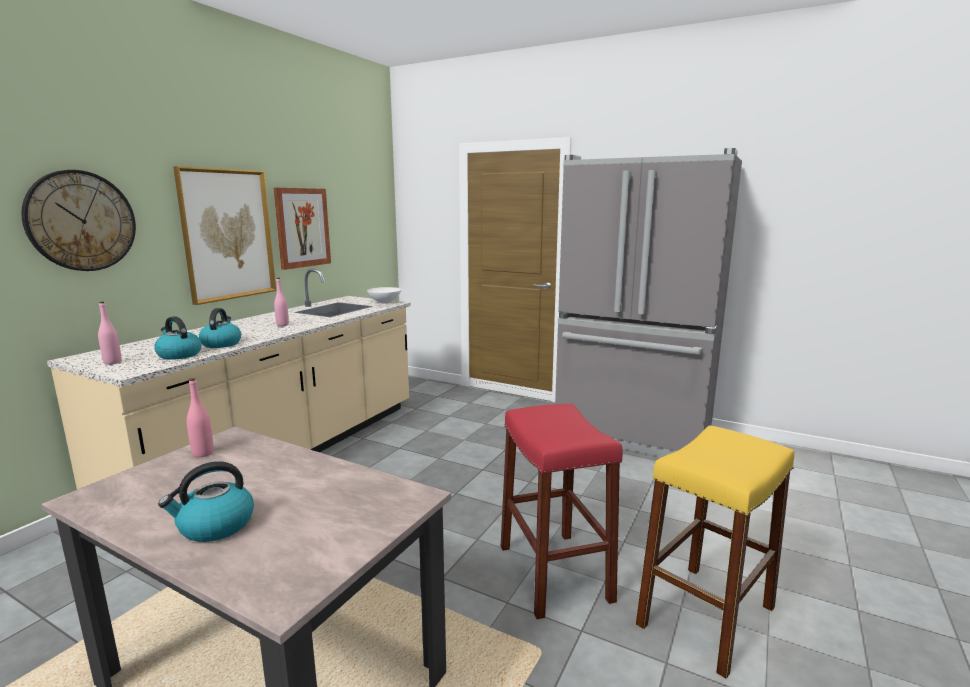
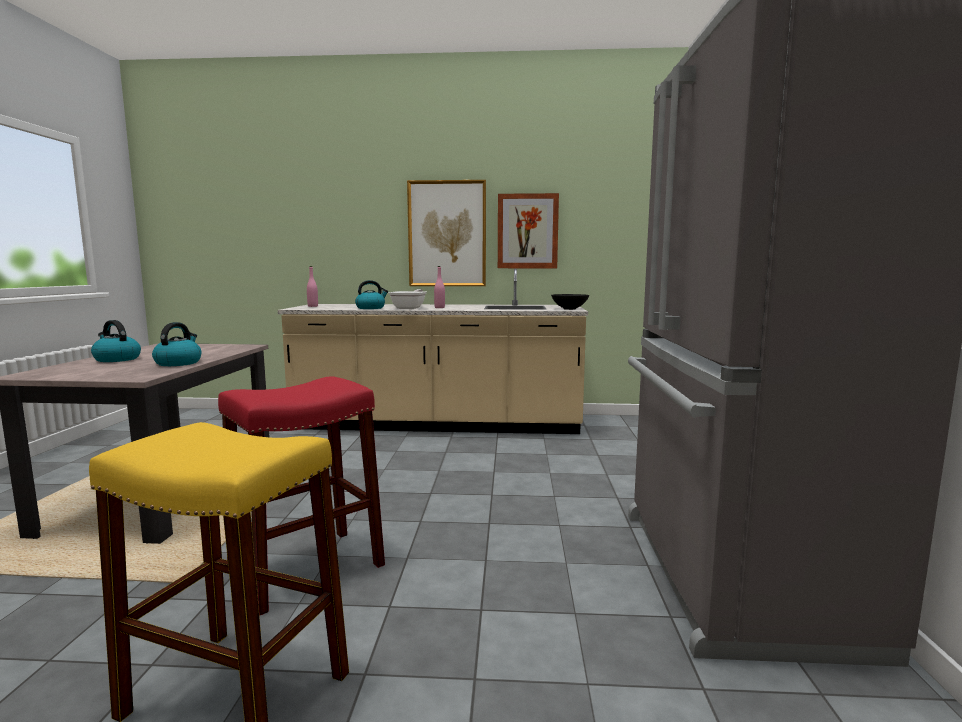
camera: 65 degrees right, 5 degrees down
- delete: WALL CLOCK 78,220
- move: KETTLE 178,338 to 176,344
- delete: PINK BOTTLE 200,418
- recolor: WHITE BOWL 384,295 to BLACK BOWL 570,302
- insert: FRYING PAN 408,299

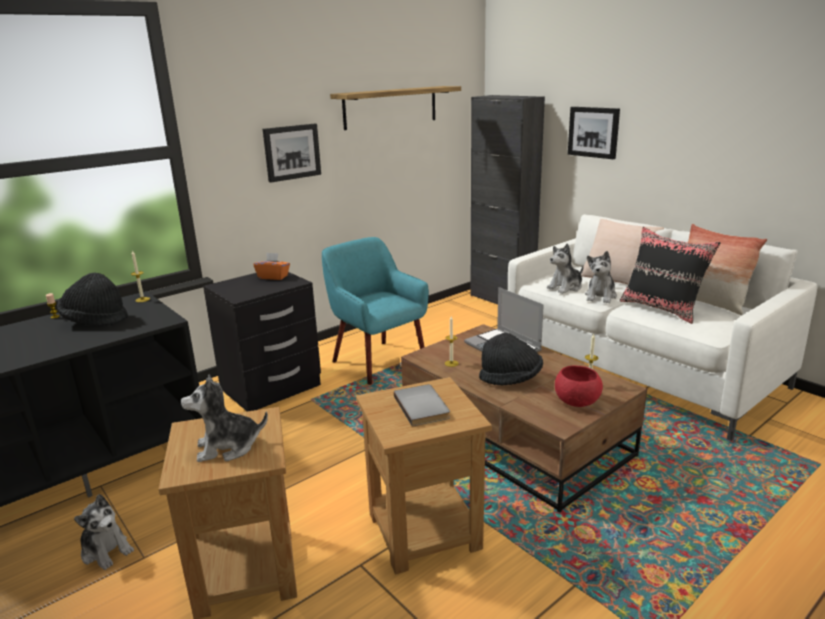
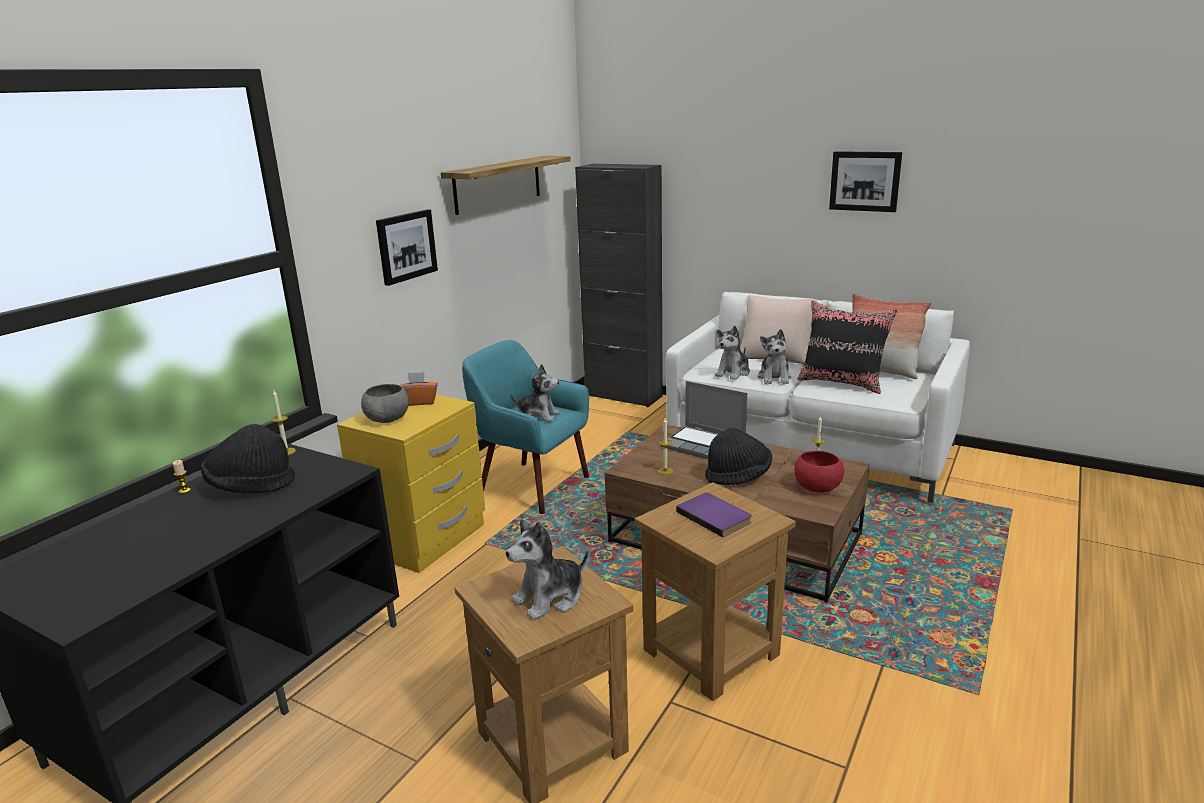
camera: 20 degrees left, 0 degrees up
- move: PLUSH TOY 104,532 to 535,393
- recolor: BLACK NIGHTSTAND 262,341 to YELLOW NIGHTSTAND 411,484
- recolor: GREY BOOK 422,405 to PURPLE BOOK 714,515
- move: PICTURE 594,133 to 865,181
- insert: GREY BOWL 385,403

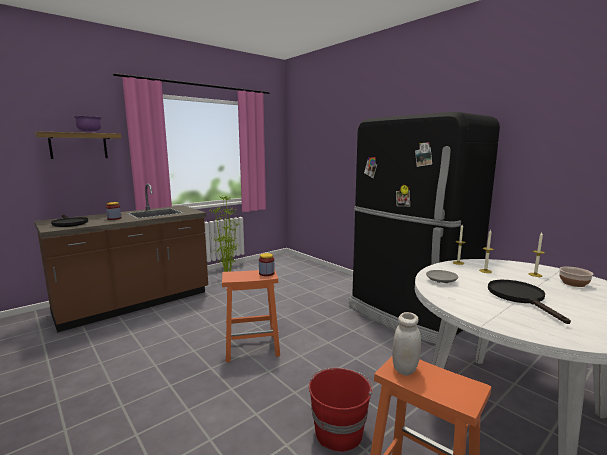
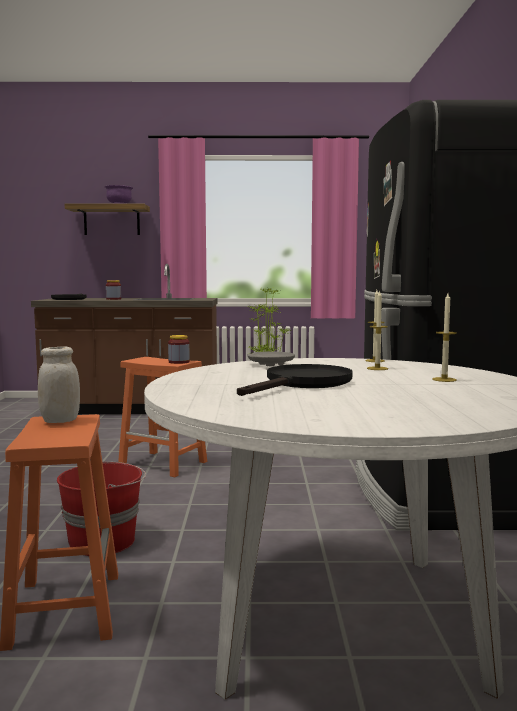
camera: 40 degrees right, 5 degrees down
- delete: BOWL 576,277

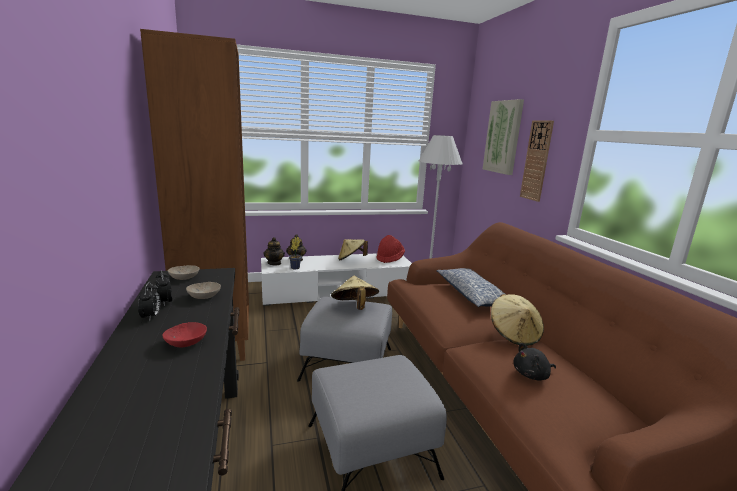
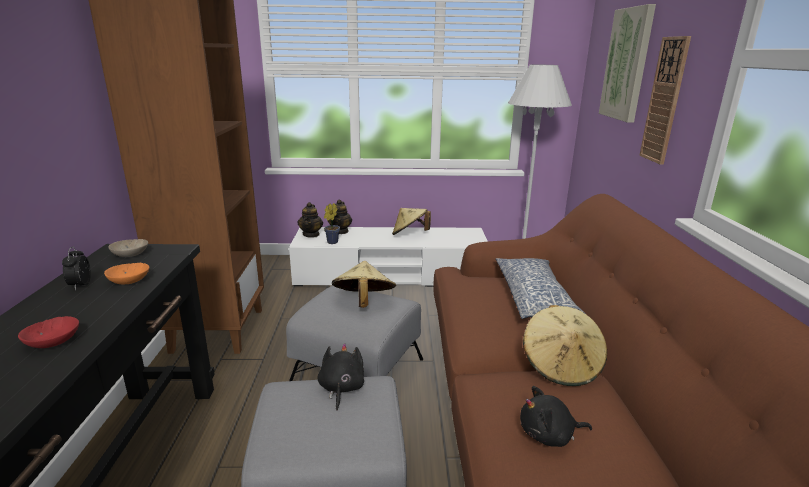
camera: 15 degrees right, 5 degrees up
- delete: ALARM CLOCK 149,300
- recolor: BEIGE BOWL 203,290 to ORANGE BOWL 126,273
- delete: RED HAT 390,249
- insert: BLACK PLUSH TOY 341,377

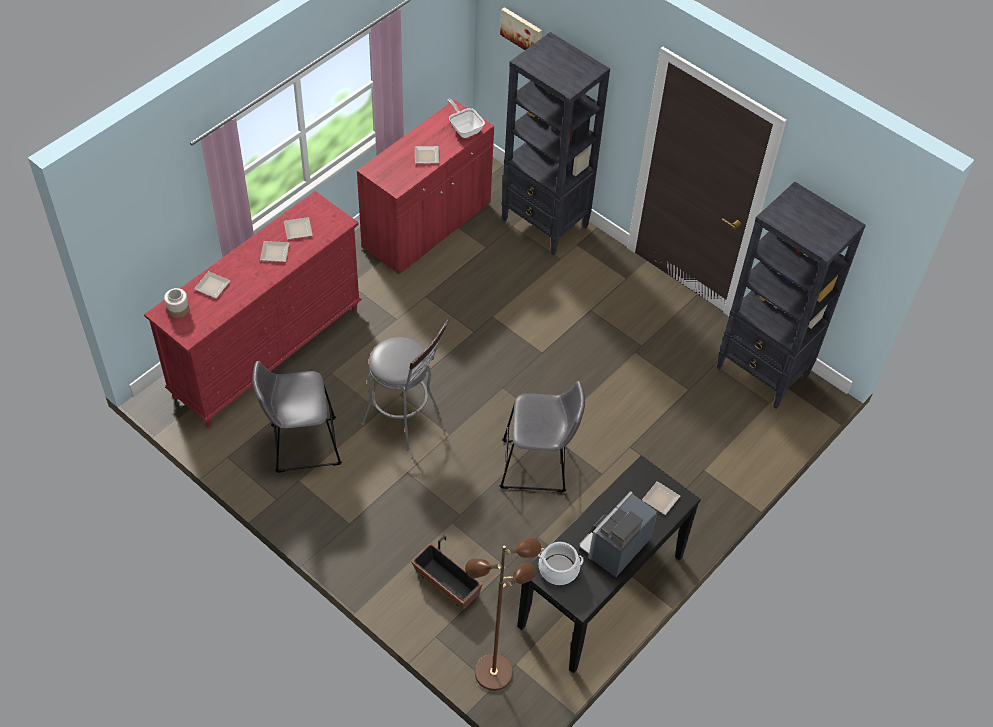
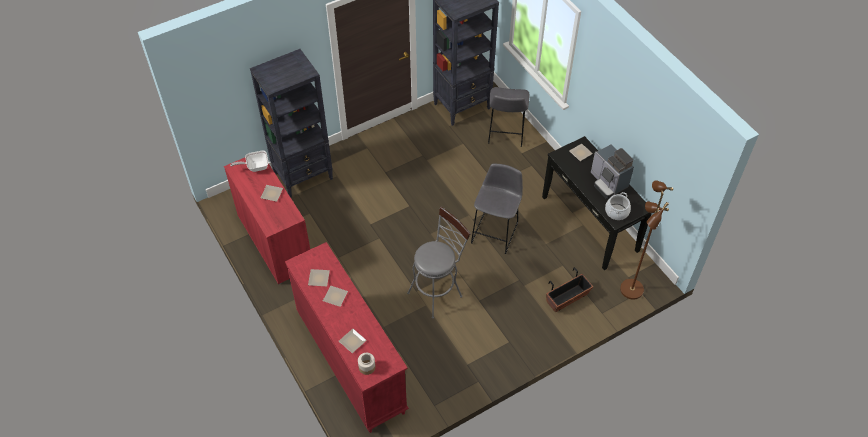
camera: 70 degrees left, 0 degrees up
- move: GREY STOOL 297,417 to 509,117
- delete: PICTURE 521,28

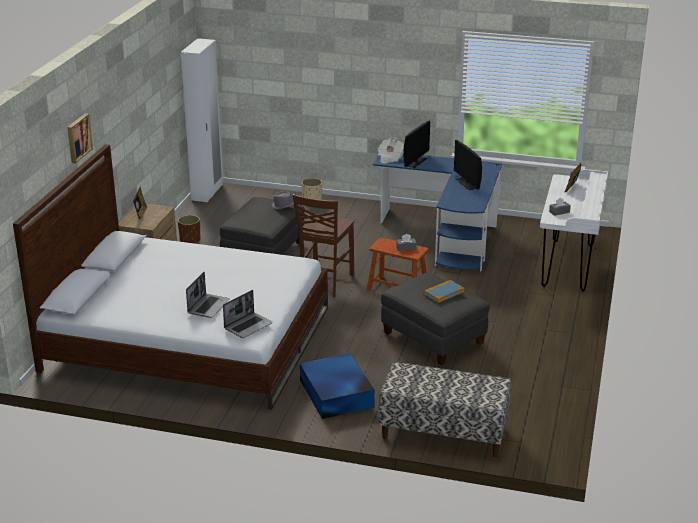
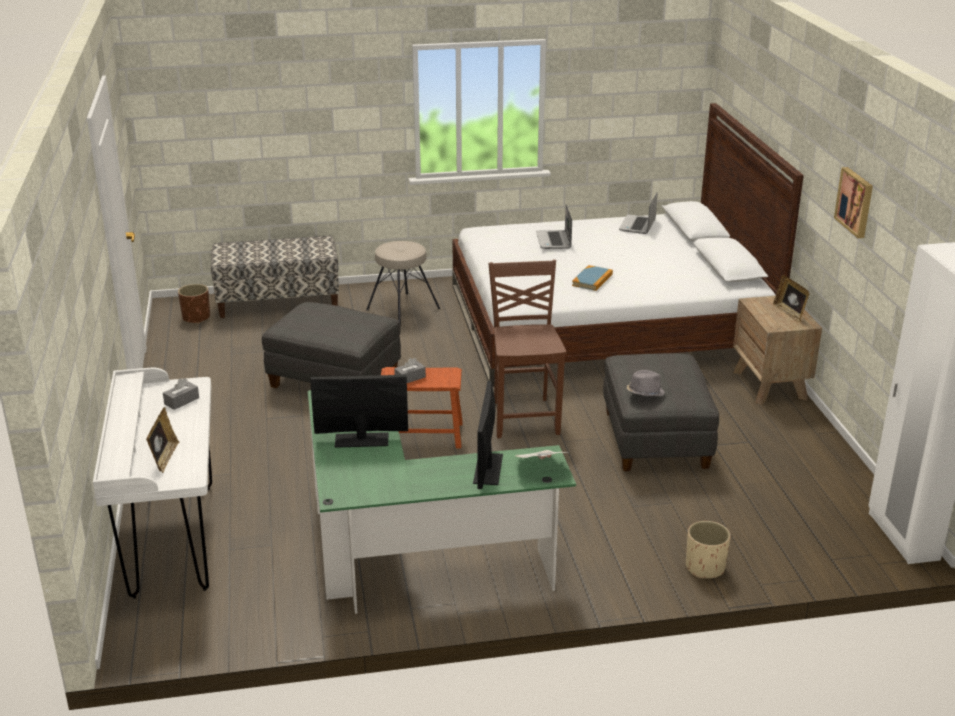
camera: 155 degrees right, 0 degrees up
- move: PICTURE 80,138 to 853,202
- move: BROWN PLANTER 189,229 to 194,303
- move: LAPTOP 248,314 to 638,213
- replace: BLUE STORAGE BOX 337,386 to BEIGE STOOL 403,283
- recolor: BLUE DESK 437,212 to GREEN DESK 442,502
- move: BOOK 444,291 to 592,278
- rotate: MONITOR 468,165 = 359,411 45 degrees counterclockwise

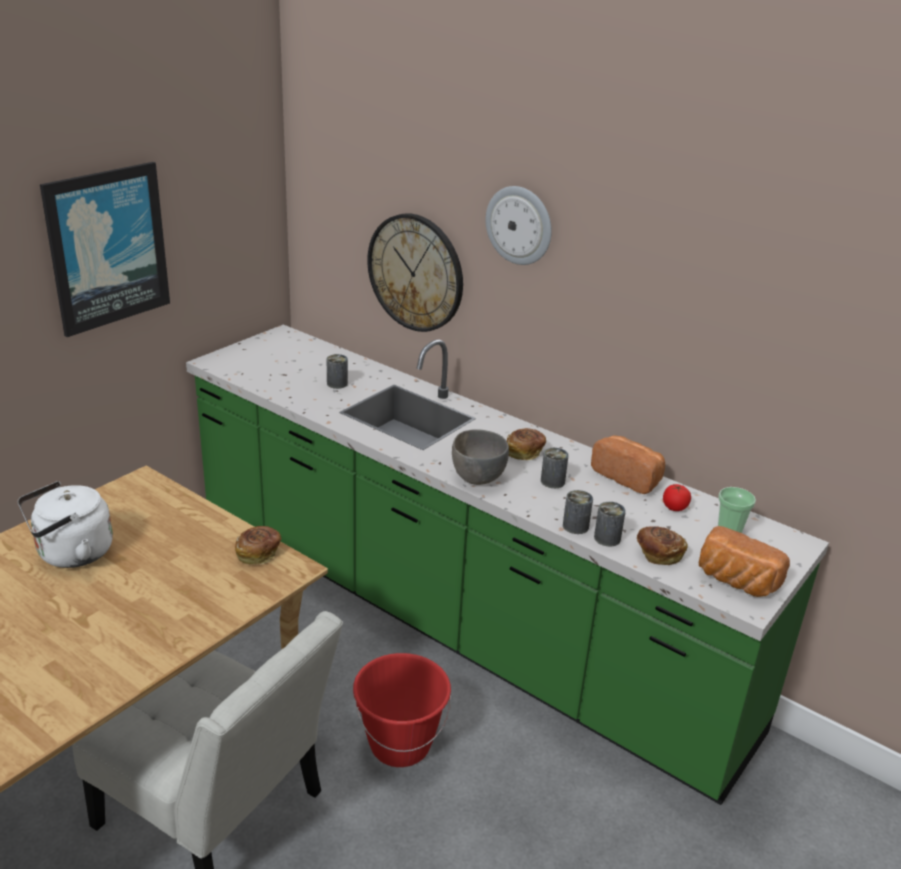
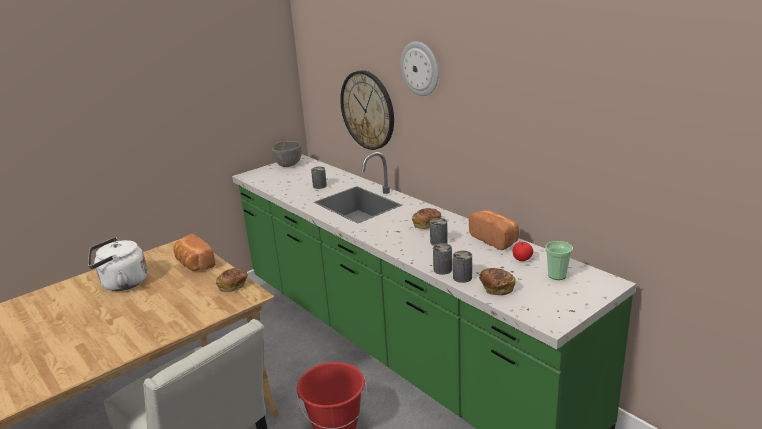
camera: 15 degrees right, 5 degrees down
- delete: PICTURE 105,249
- move: GREY BOWL 480,457 to 287,154
- move: BREAD 744,561 to 194,252

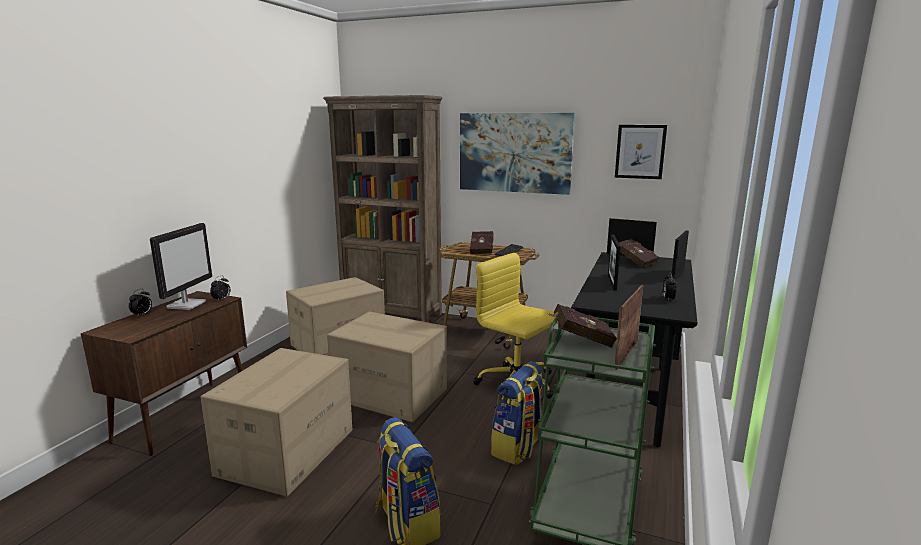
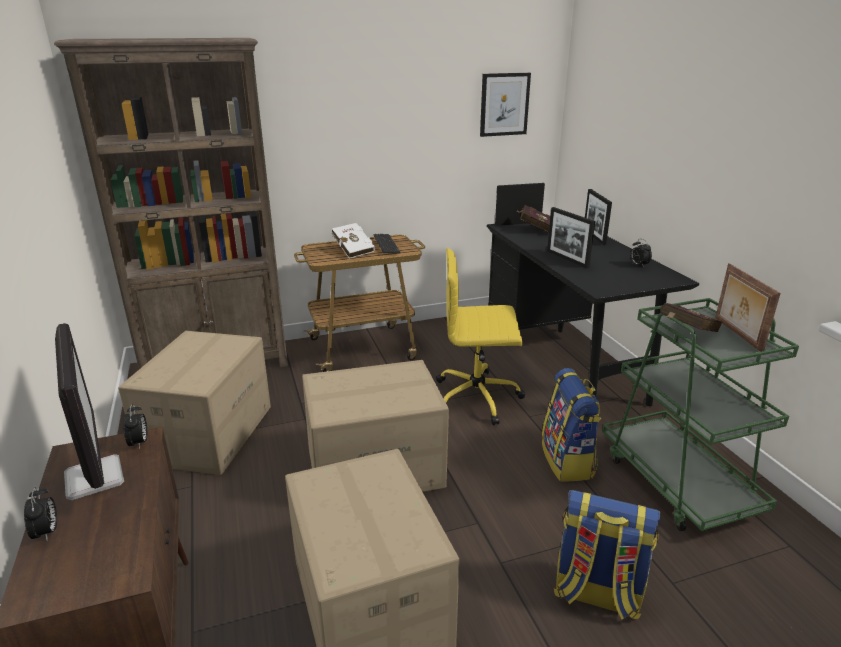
camera: 40 degrees left, 10 degrees up
- delete: PICTURE 517,154
- recolor: RED BOOK 482,242 to WHITE BOOK 353,241

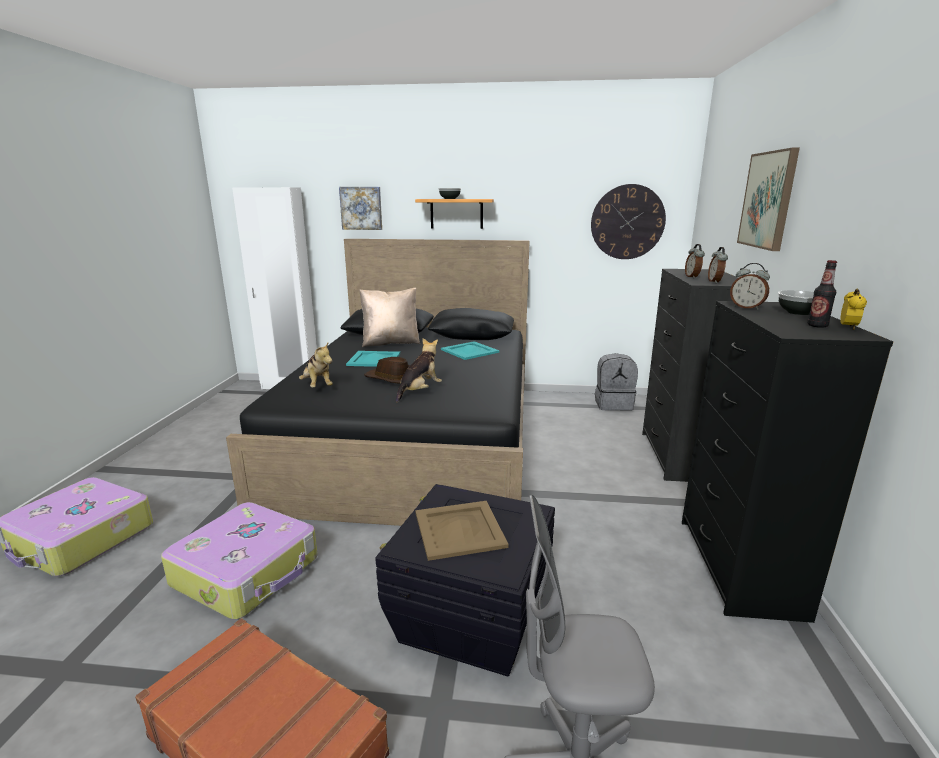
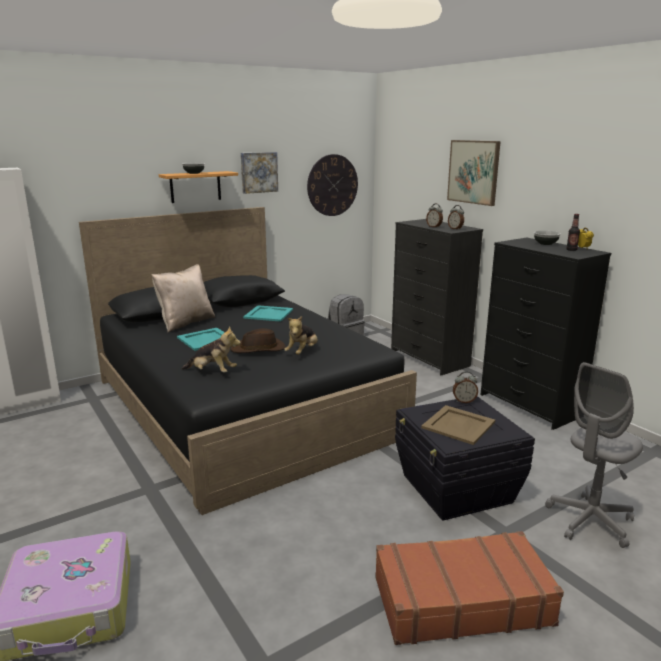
camera: 40 degrees left, 0 degrees up
- delete: SUITCASE 239,561
- move: PICTURE 360,208 to 259,173
- rotate: PLUSH TOY 419,370 = 301,335 150 degrees counterclockwise
- move: ALARM CLOCK 750,286 to 465,387

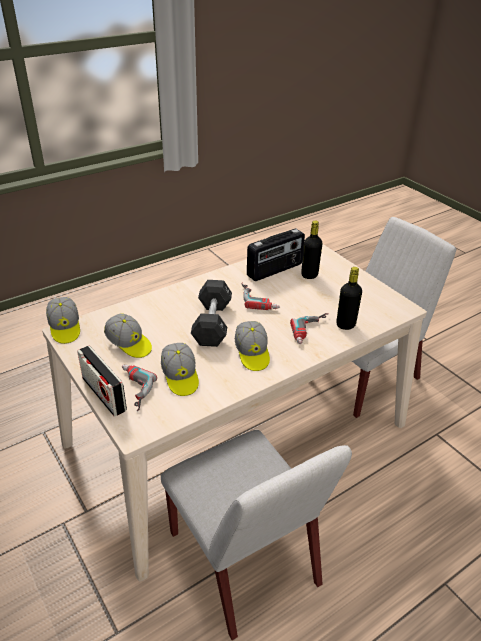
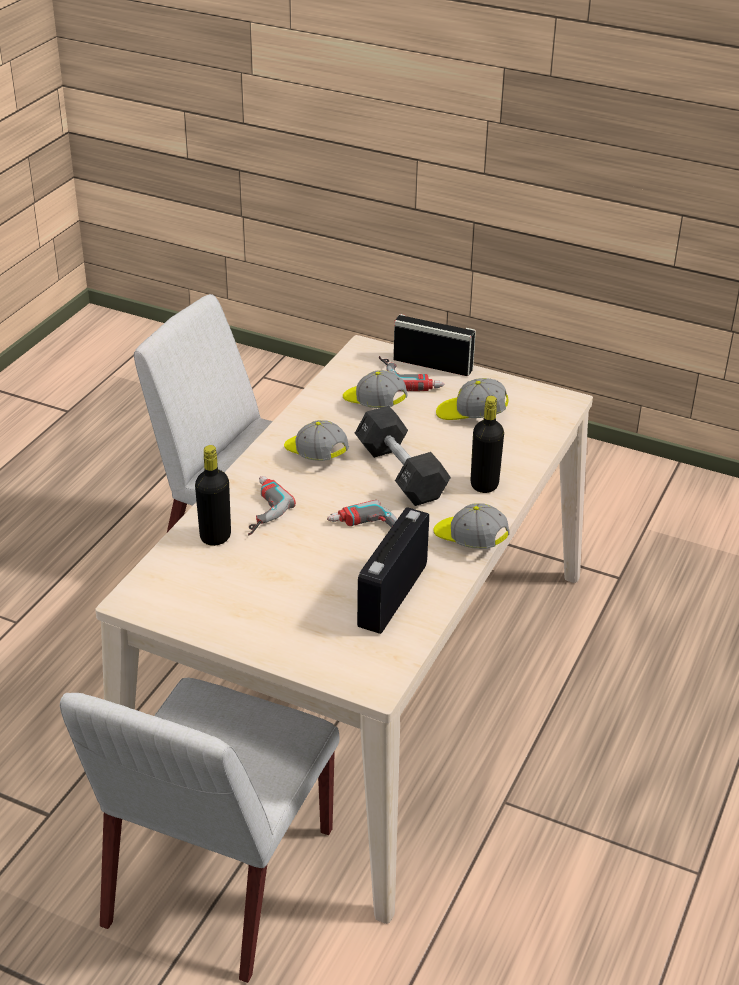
camera: 150 degrees right, 0 degrees up
- move: CAP 63,320 to 471,526
- move: BLACK BOTTLE 311,250 to 487,444

